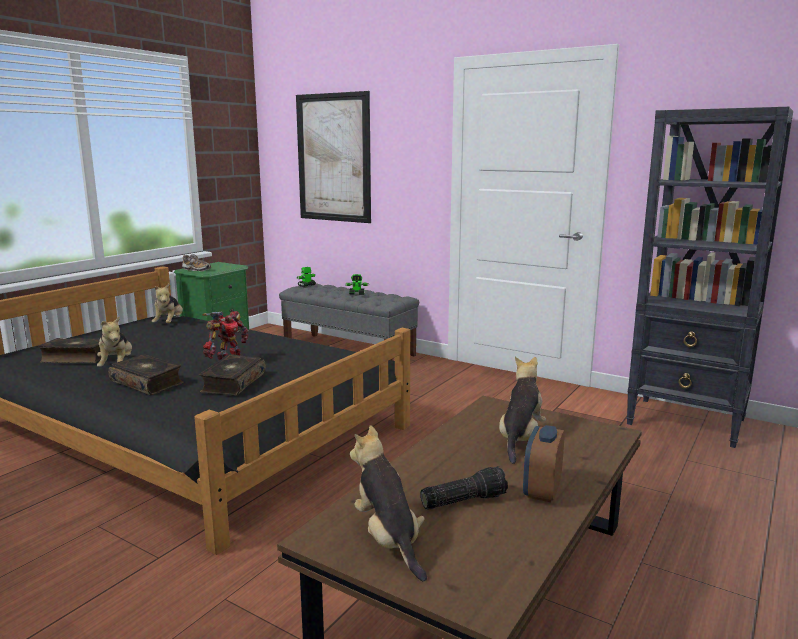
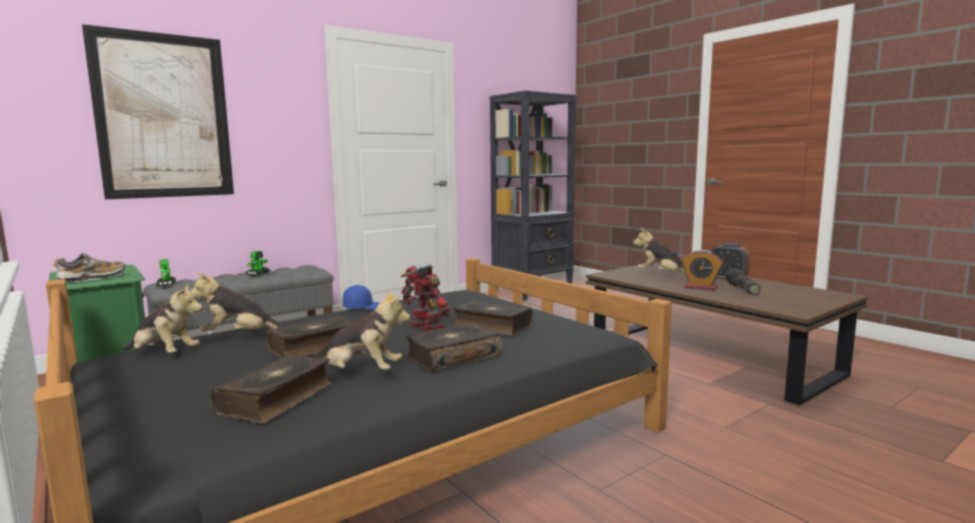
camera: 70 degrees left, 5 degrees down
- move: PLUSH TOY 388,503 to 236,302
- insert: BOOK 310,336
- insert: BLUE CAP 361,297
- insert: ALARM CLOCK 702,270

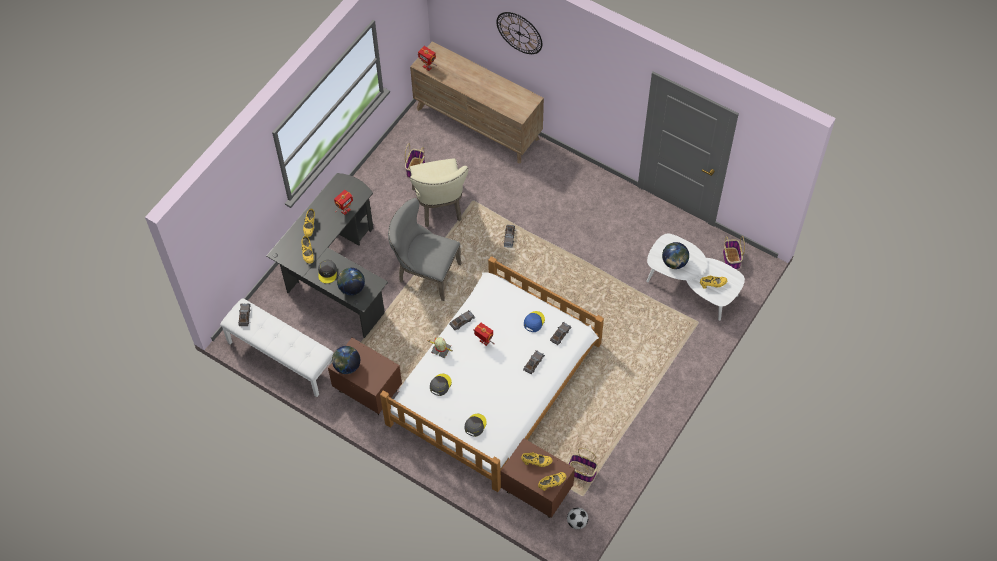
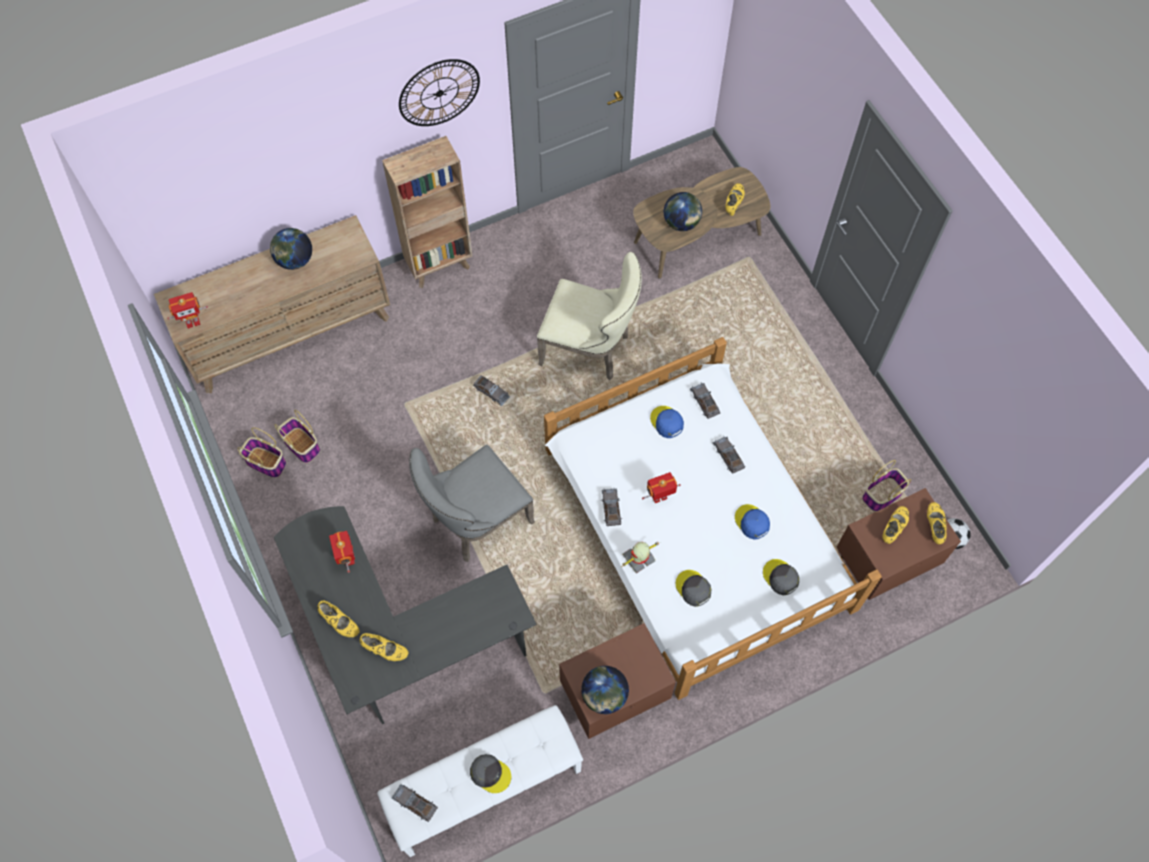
camera: 60 degrees left, 5 degrees up
- move: GREY CAP 327,272 to 490,773
- move: GLOBE 351,281 to 291,249
- move: BEIGE CHAIR 439,192 to 589,316
- move: WALL CLOCK 519,33 to 439,92
- recolor: WHITE COFFEE TABLE 695,277 to BROWN COFFEE TABLE 701,223
- move: BASKET 734,253 to 261,453
- insert: BROWN BOOKCASE 427,212
- insert: BLUE CAP 752,522

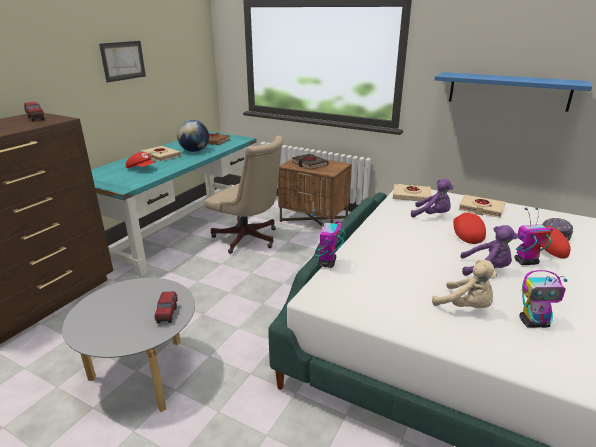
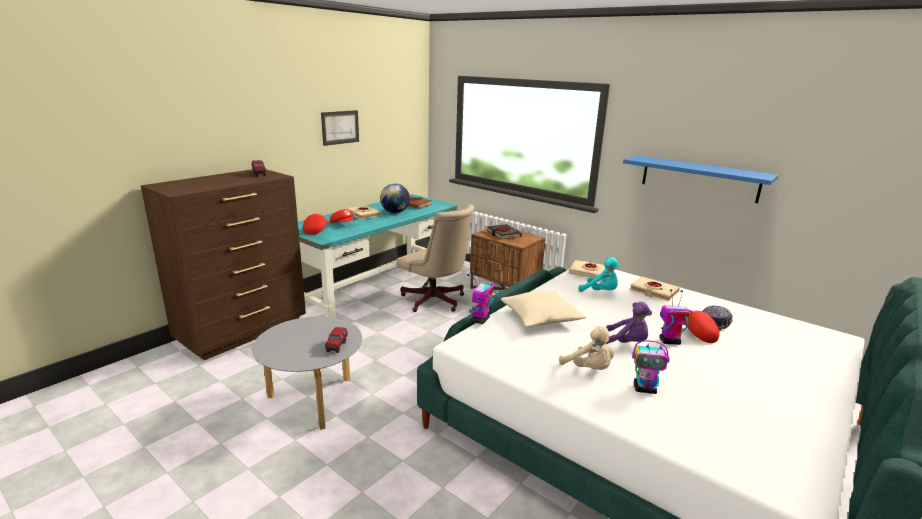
camera: 10 degrees right, 5 degrees down
- recolor: PURPLE PLUSH TOY 432,198 to TURQUOISE PLUSH TOY 599,274
- move: RED CAP 469,228 to 315,224
- insert: BEIGE PILLOW 543,309

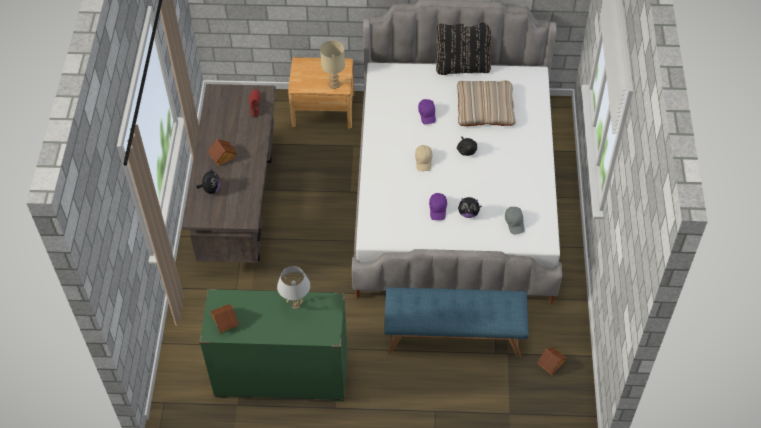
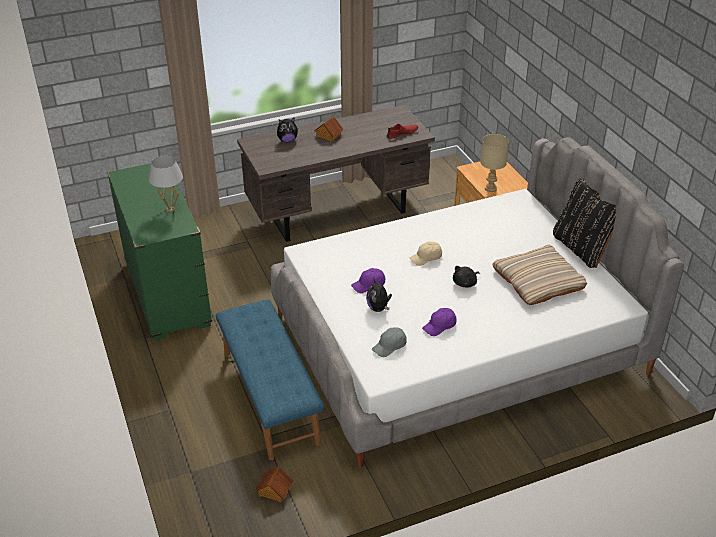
camera: 65 degrees right, 15 degrees down
- delete: TOY HOUSE 224,318
- move: PURPLE CAP 427,111 to 439,322

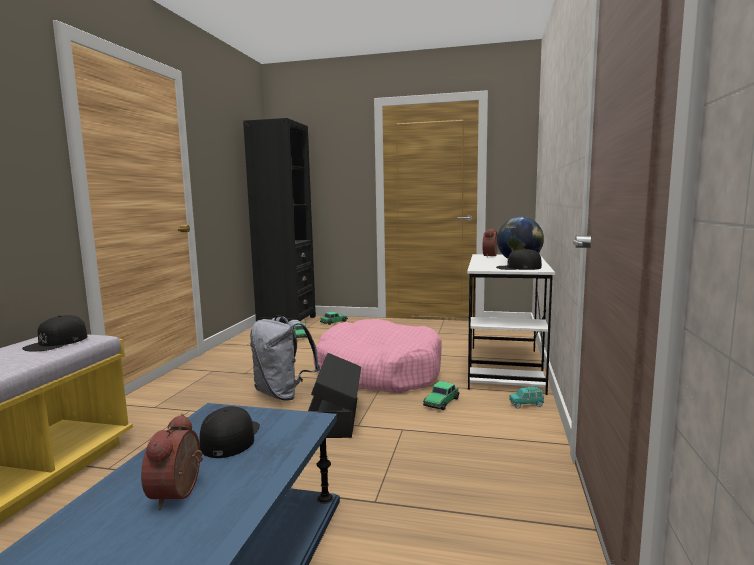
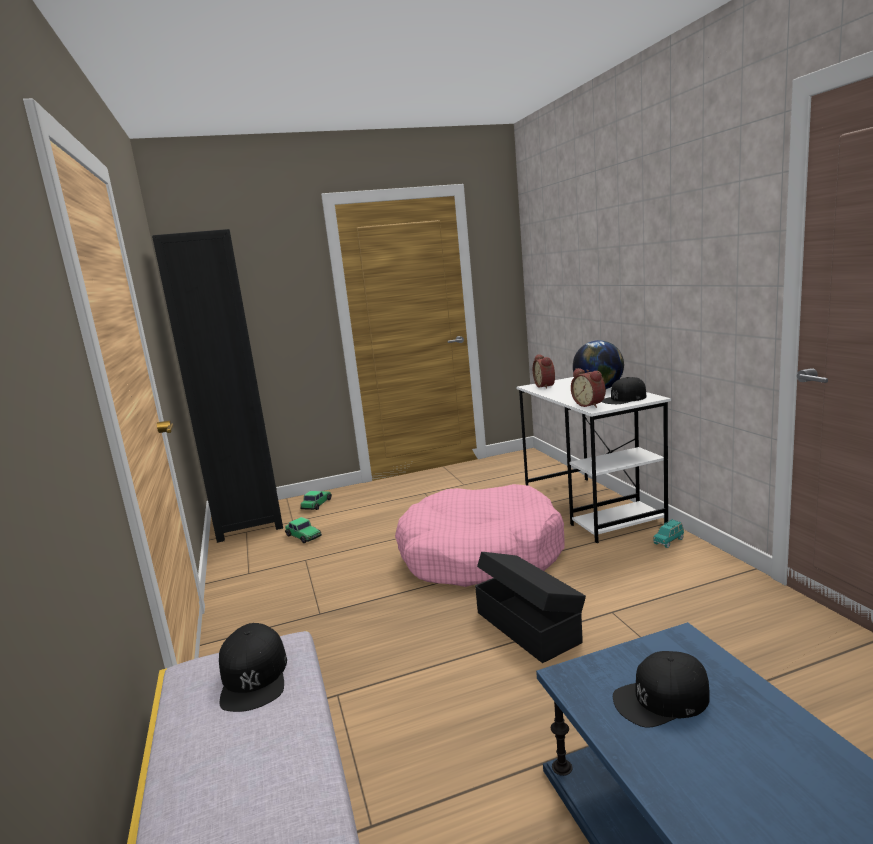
camera: 30 degrees left, 5 degrees up
- move: ALARM CLOCK 172,462 to 588,388
- rotate: BLACK CAP 230,432 = 661,689 75 degrees counterclockwise
- delete: GREY BACKPACK 285,357
- delete: TOY CAR 441,395

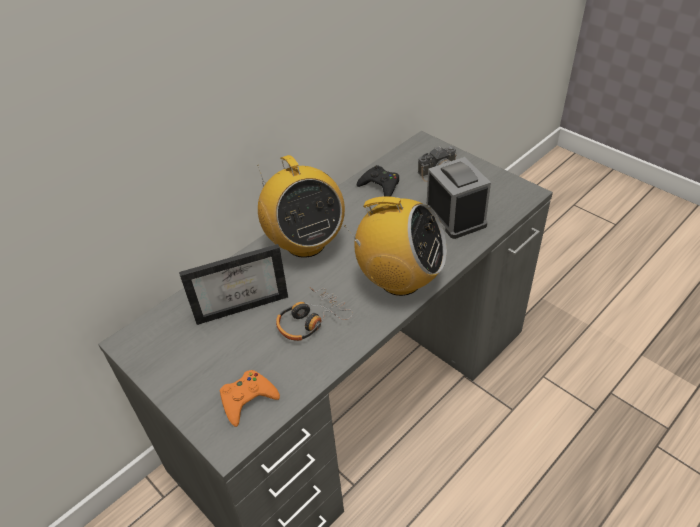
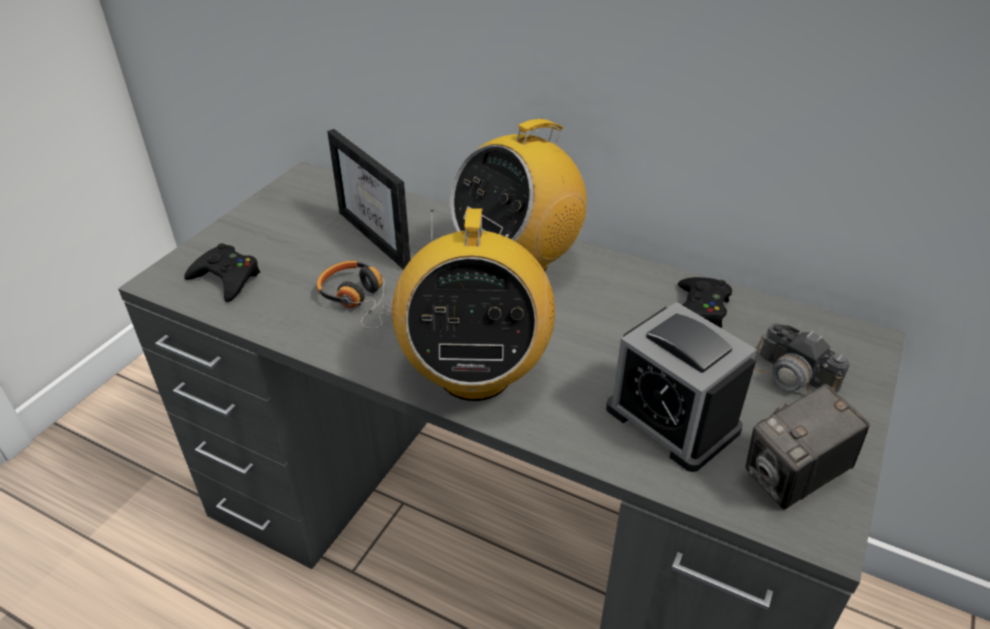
camera: 70 degrees right, 5 degrees down
- recolor: ORANGE GAME CONTROLLER 250,398 to BLACK GAME CONTROLLER 222,272
- rotate: ALARM CLOCK 458,198 = 681,387 90 degrees clockwise
- insert: PHOTO CAMERA 807,446

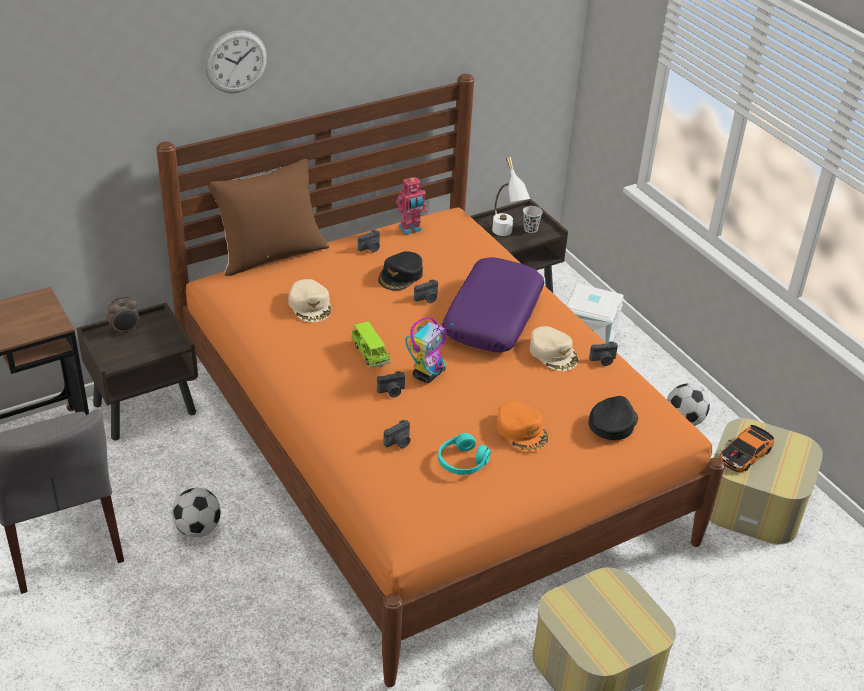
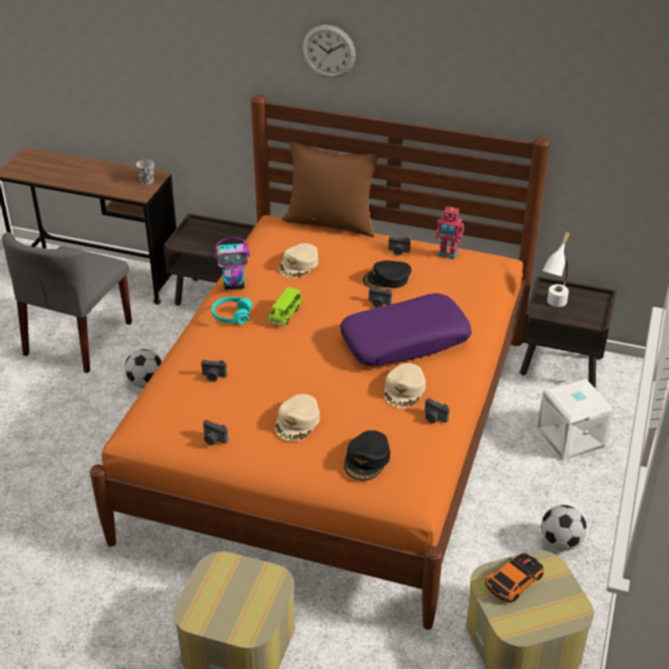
camera: 50 degrees right, 0 degrees up
- delete: ALARM CLOCK 123,315
- move: PHOTO CAMERA 391,384 to 215,432
- move: TOY ROBOT 429,350 to 232,264
- move: TURQUOISE HEADPHONES 464,454 to 232,310
- recolor: ORANGE CAP 522,426 to BEIGE CAP 297,417
- move: BLACK CUP 533,219 to 145,172
- rotate: BLACK CAP 613,418 = 367,455 120 degrees clockwise
- rotate: TOY CAR 747,448 = 514,578 135 degrees clockwise

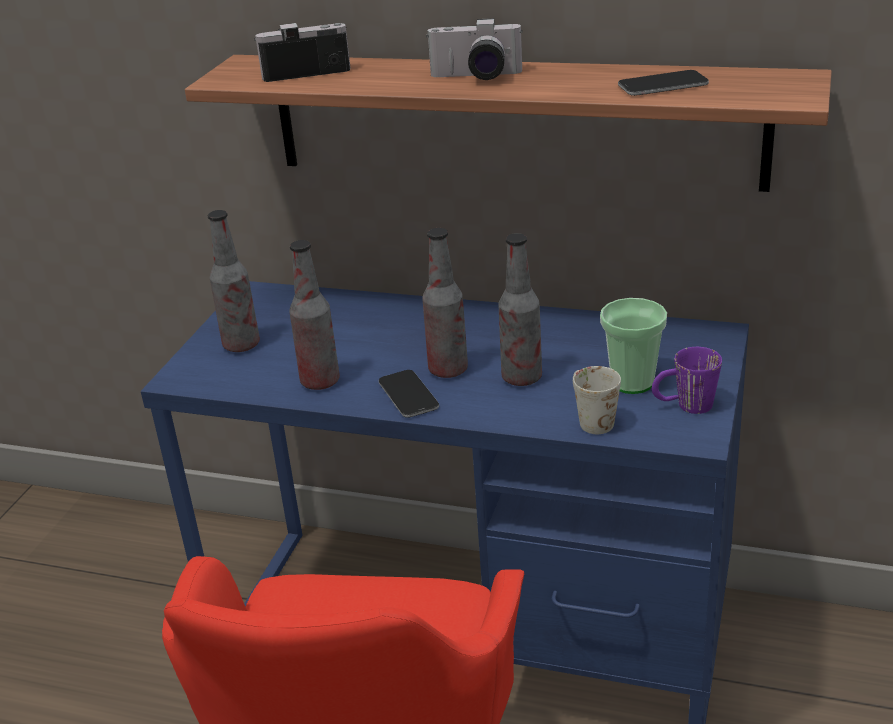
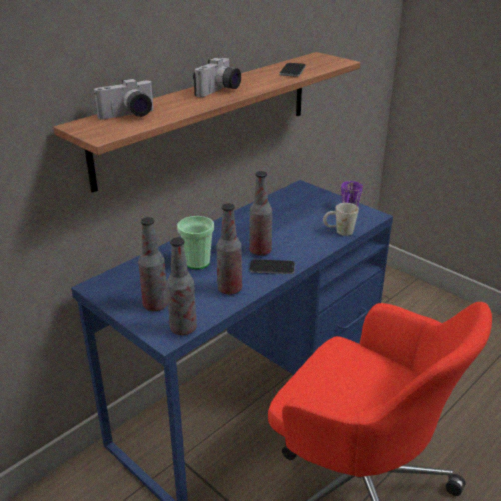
camera: 65 degrees left, 0 degrees up
- rotate: PHOTO CAMERA 302,52 = 124,98 135 degrees counterclockwise
- move: BOTTLE 520,309 to 181,286
- move: CUP 633,346 to 195,242

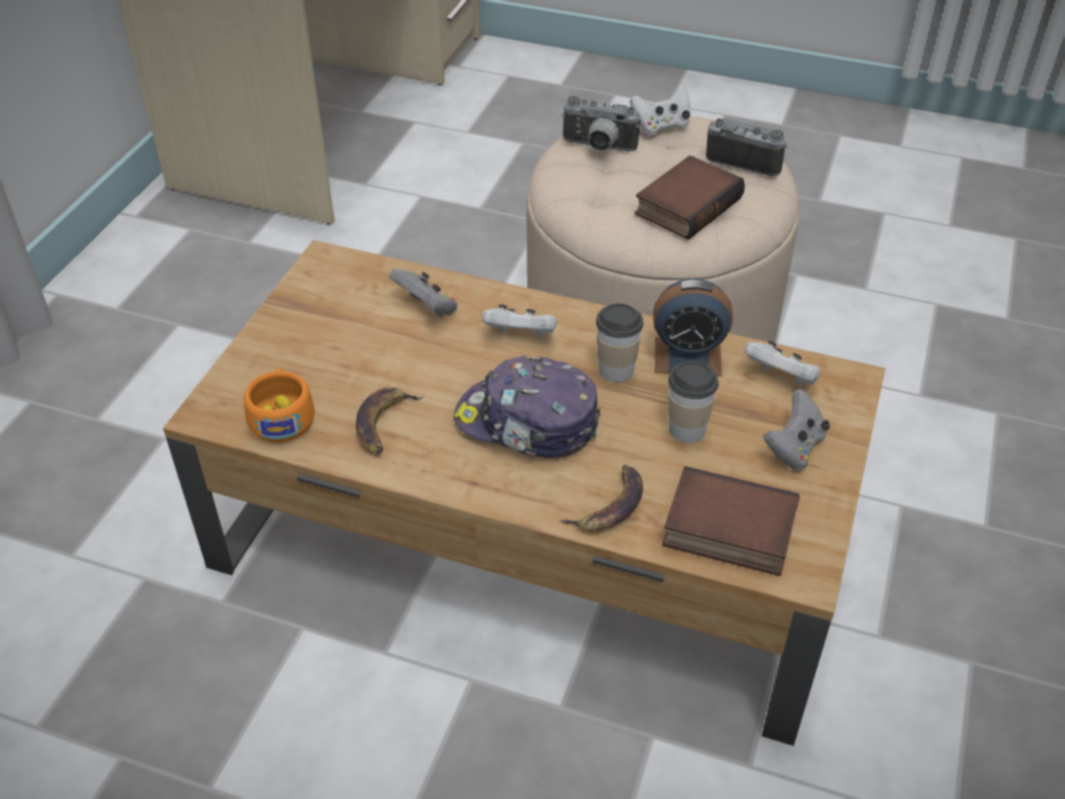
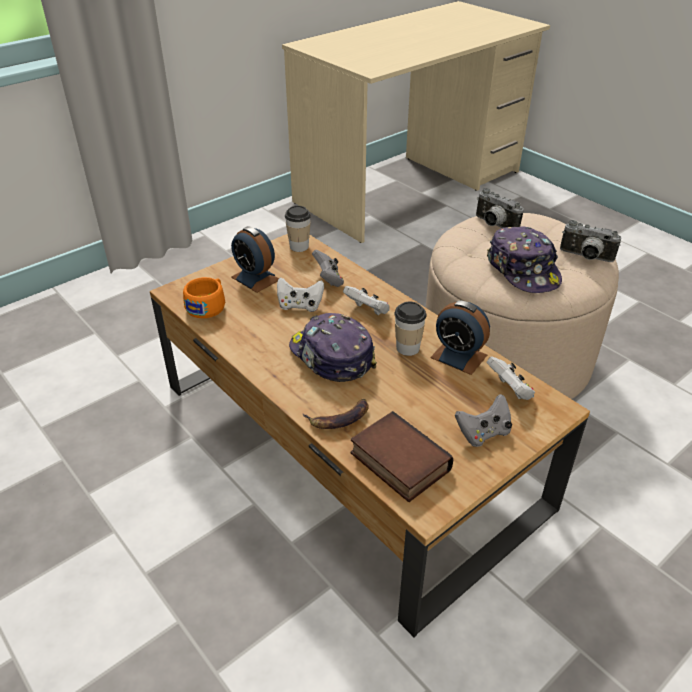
camera: 30 degrees right, 5 degrees down
- delete: BANANA 390,420
- move: WHITE GAME CONTROLLER 660,110 to 300,294
- replace: BOOK 690,197 to CAP 524,259
- move: CUP 693,402 to 298,229
- rotate: PHOTO CAMERA 747,147 = 590,241 150 degrees clockwise
- insert: ALARM CLOCK 255,259

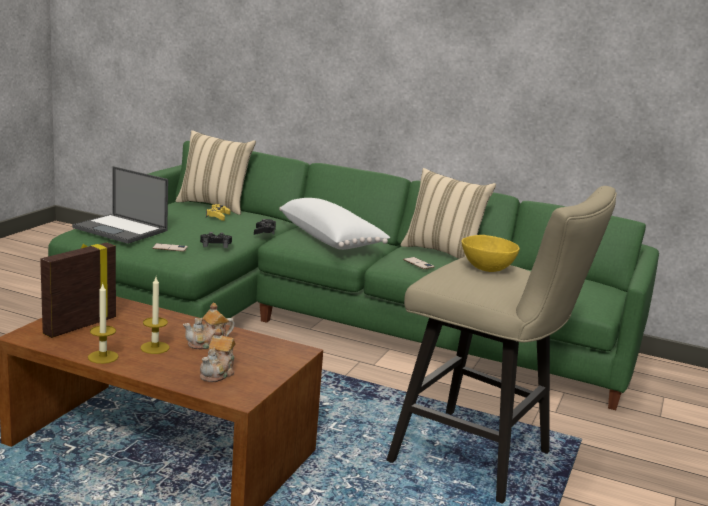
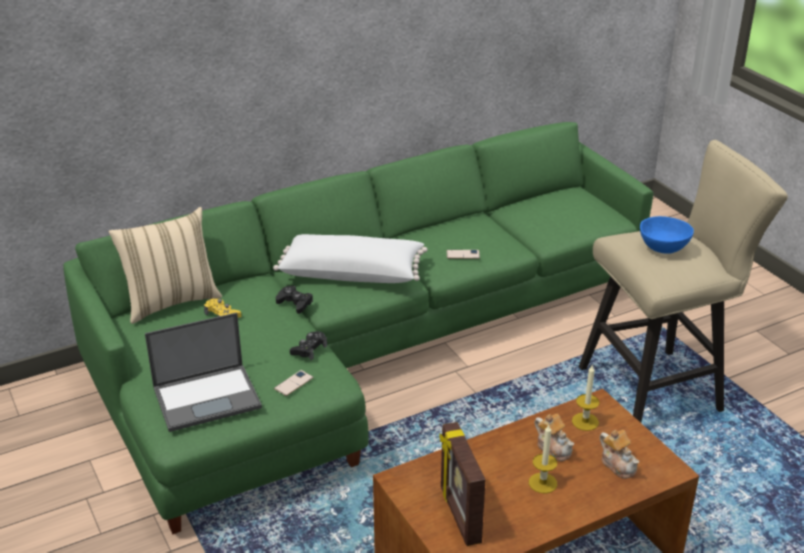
camera: 50 degrees left, 15 degrees up
- move: CANDLE 103,323 to 585,398
- rotate: TEAPOT 209,326 = 554,437 45 degrees counterclockwise
- delete: BEIGE PILLOW 448,213
- recolor: YELLOW BOWL 490,253 to BLUE BOWL 667,235

